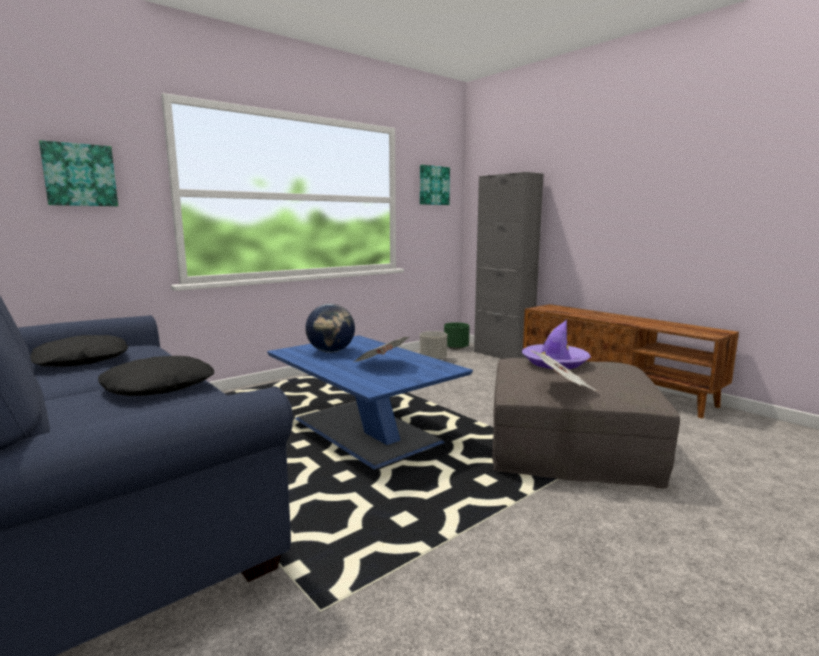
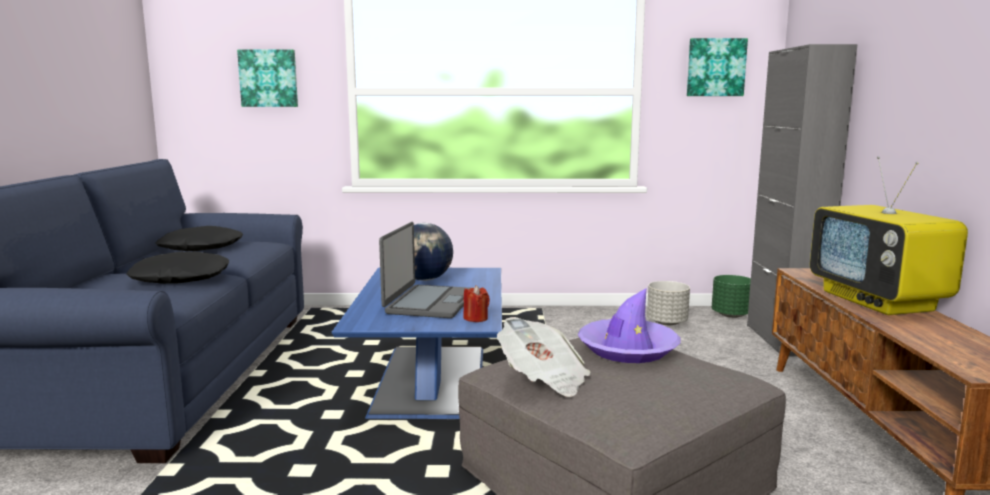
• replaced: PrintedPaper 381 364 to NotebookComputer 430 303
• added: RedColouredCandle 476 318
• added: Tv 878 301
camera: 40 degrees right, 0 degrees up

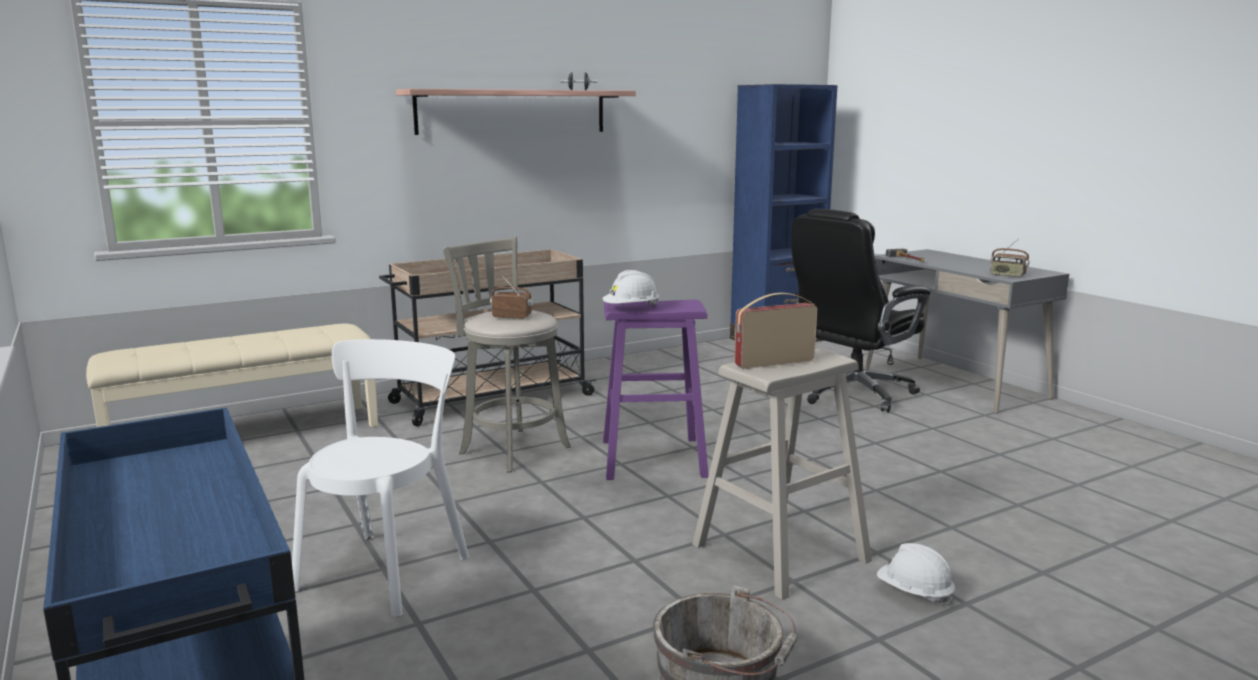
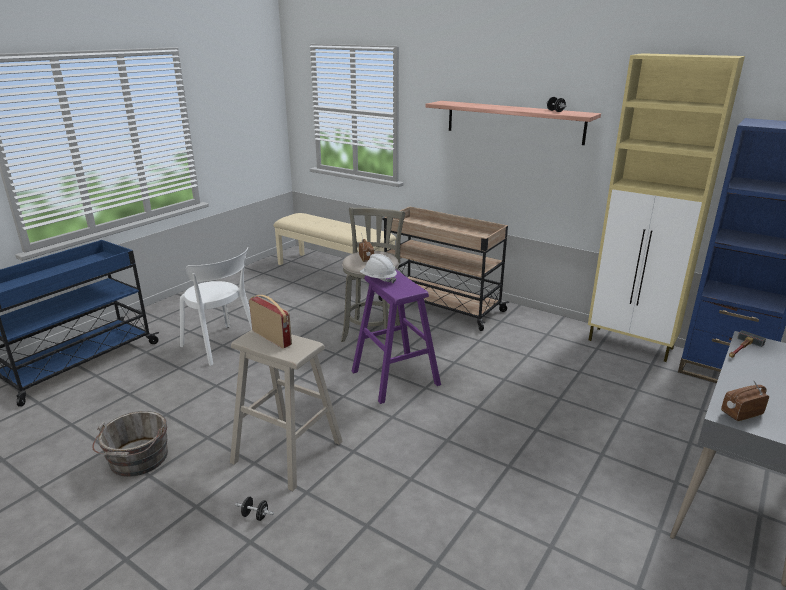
• turned: WhiteColouredUprightChair 388 569 = 222 346 45 degrees clockwise
• removed: BlackColouredDeskChair 851 393
• replaced: WhiteColouredSafetyHelmet 914 593 to BlackColouredHandWeight 255 515
• turned: Radio 1007 275 = 741 413 60 degrees clockwise
• added: SandColouredStorageCabinet 631 344
camera: 65 degrees right, 10 degrees up

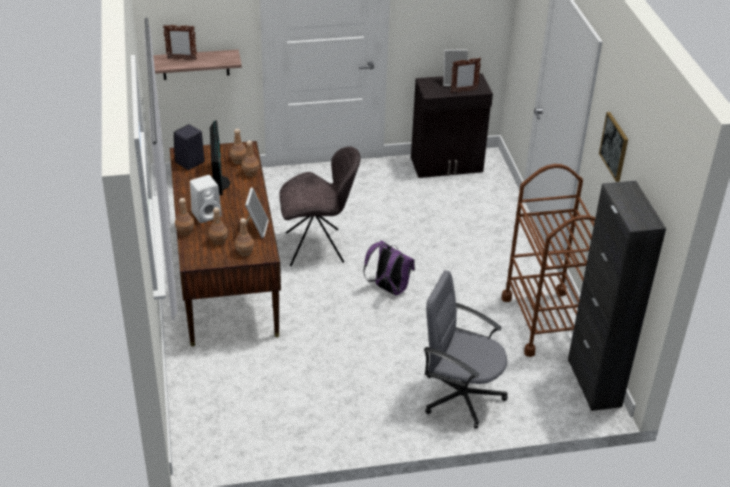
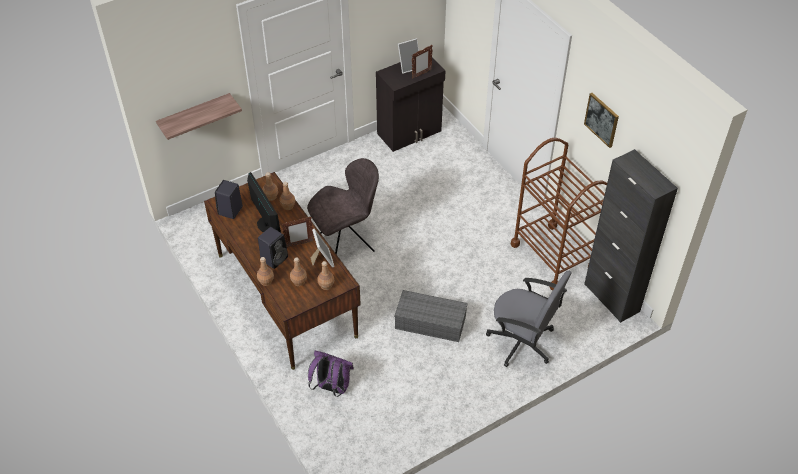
• moved: PhotoFrame 181 59 to 299 244
• recoloured: WhiteColouredLoudspeaker 207 214 to BlackColouredLoudspeaker 274 258
• moved: PurplishBackpack 388 289 to 331 387
• turned: GreyDeskChair 460 396 = 522 342 150 degrees counterclockwise
• added: GreyStorageBox 429 323
camera: 20 degrees left, 10 degrees up

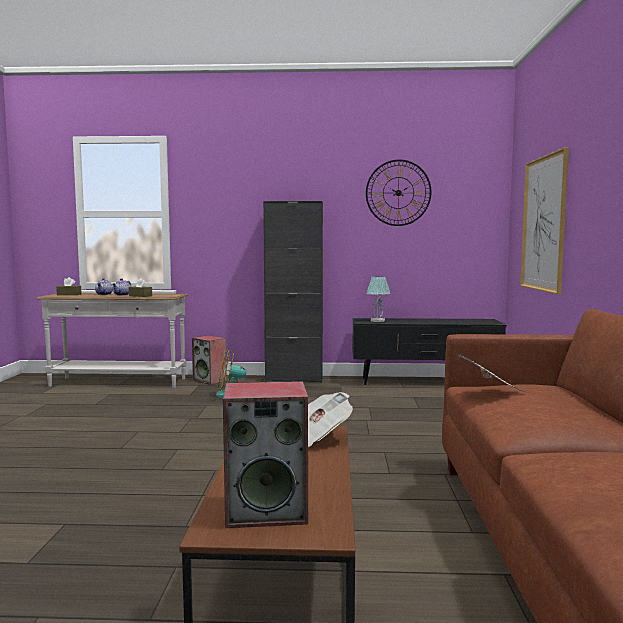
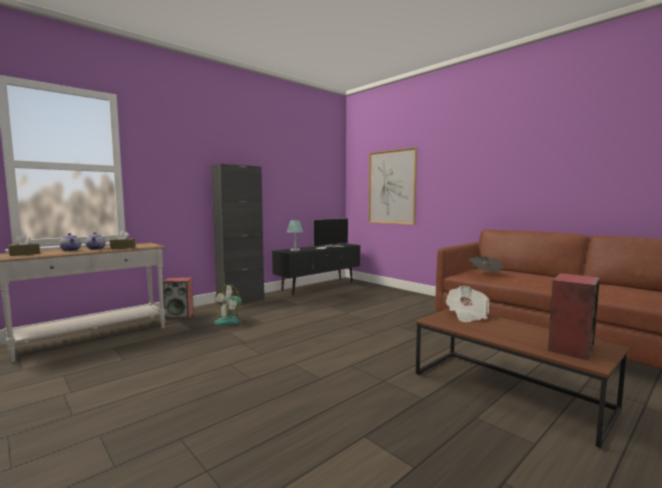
• removed: WallClock 398 193
• added: Tv 329 247
camera: 45 degrees left, 0 degrees up

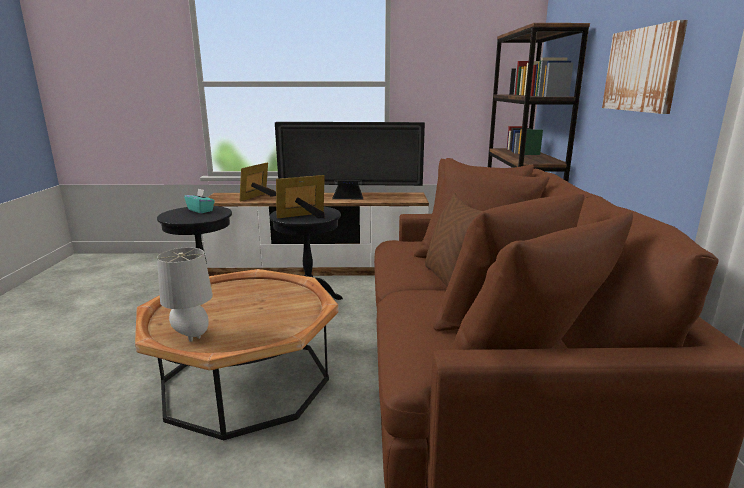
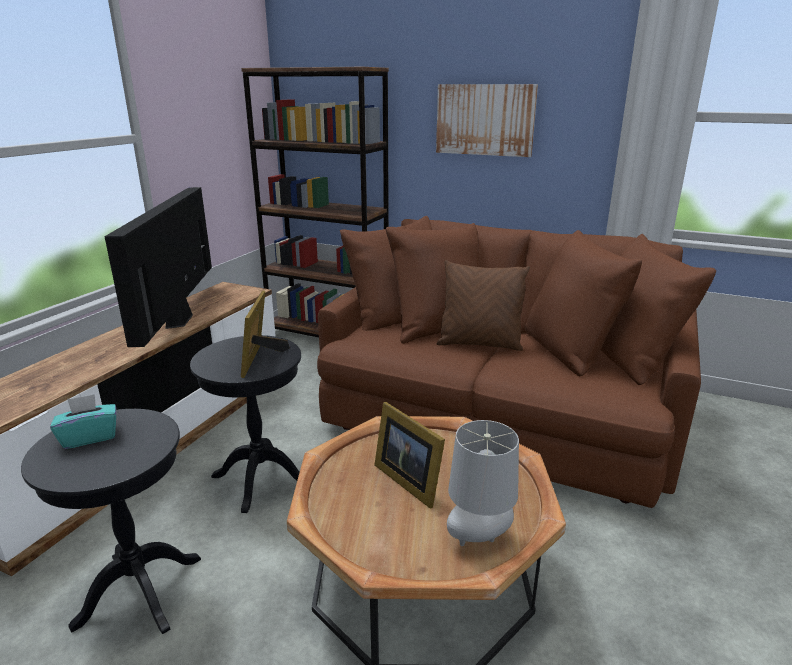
• moved: PhotoFrame 258 197 to 408 479
• turned: Tv 350 198 = 178 320 150 degrees clockwise
camera: 65 degrees left, 5 degrees up

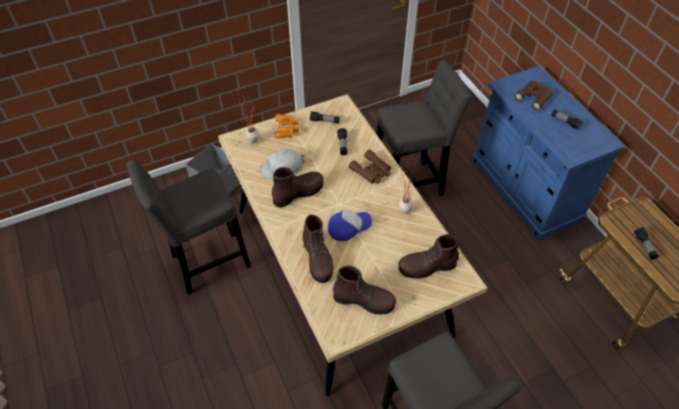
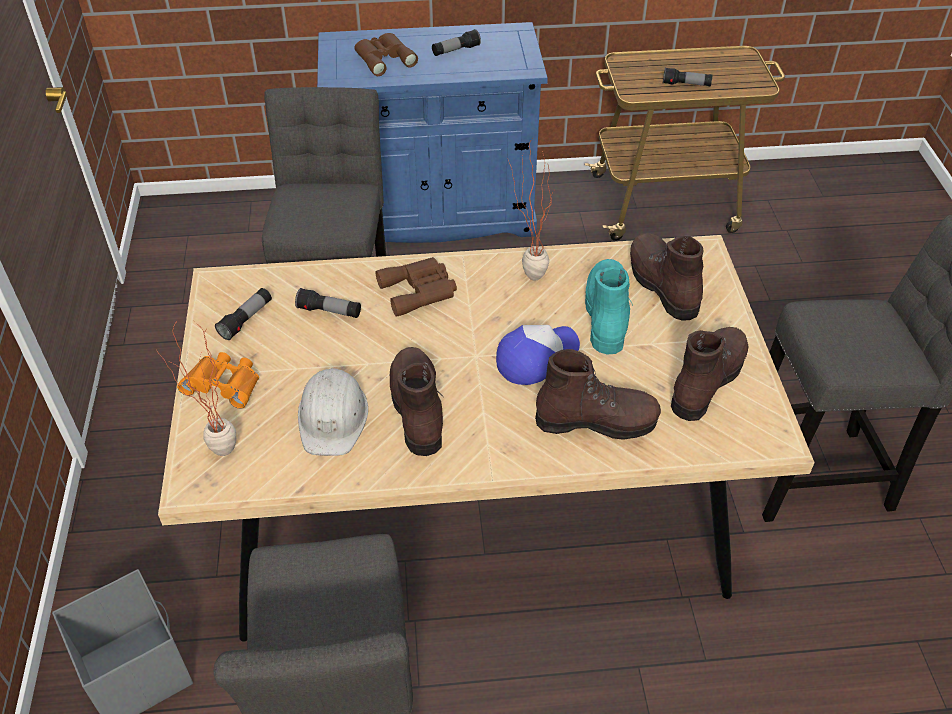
• turned: BaseballCap 349 226 = 536 357 60 degrees clockwise
• turned: BrownBoot 427 267 = 662 285 150 degrees clockwise
• added: TurquoiseBoot 606 314
camera: 70 degrees left, 5 degrees down

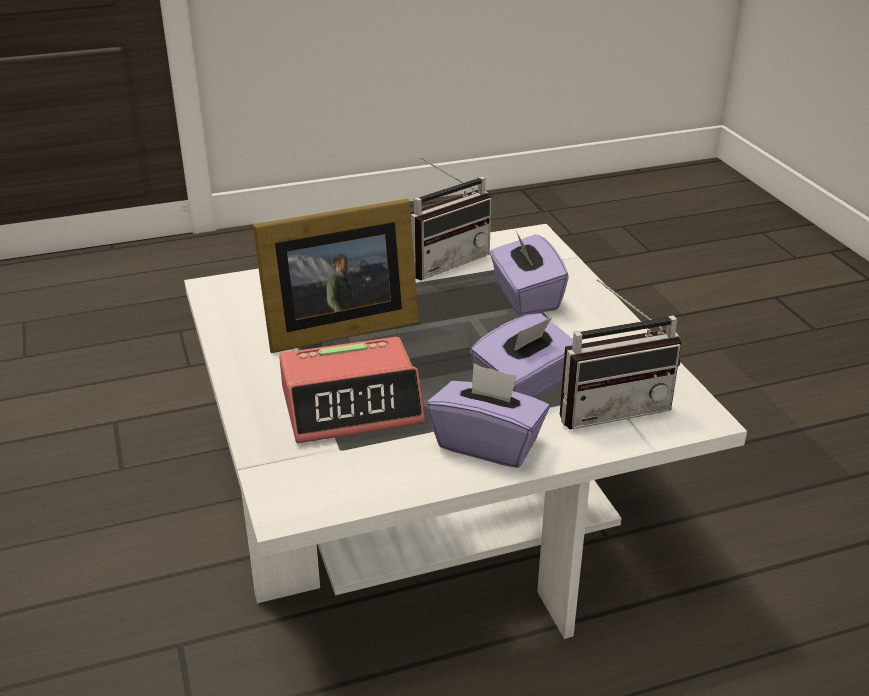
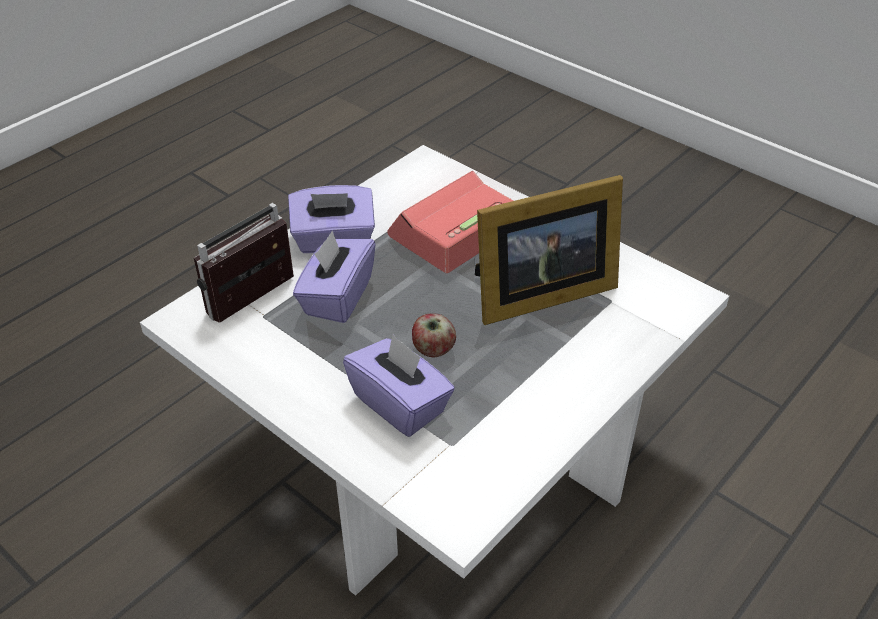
• turned: PhotoFrame 334 328 = 538 294 150 degrees counterclockwise
• removed: Radio 443 261
• added: WholeApple 433 350
camera: 150 degrees right, 10 degrees up

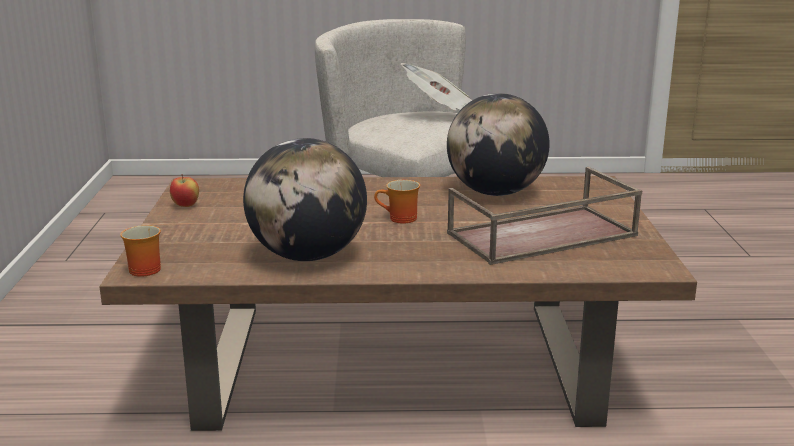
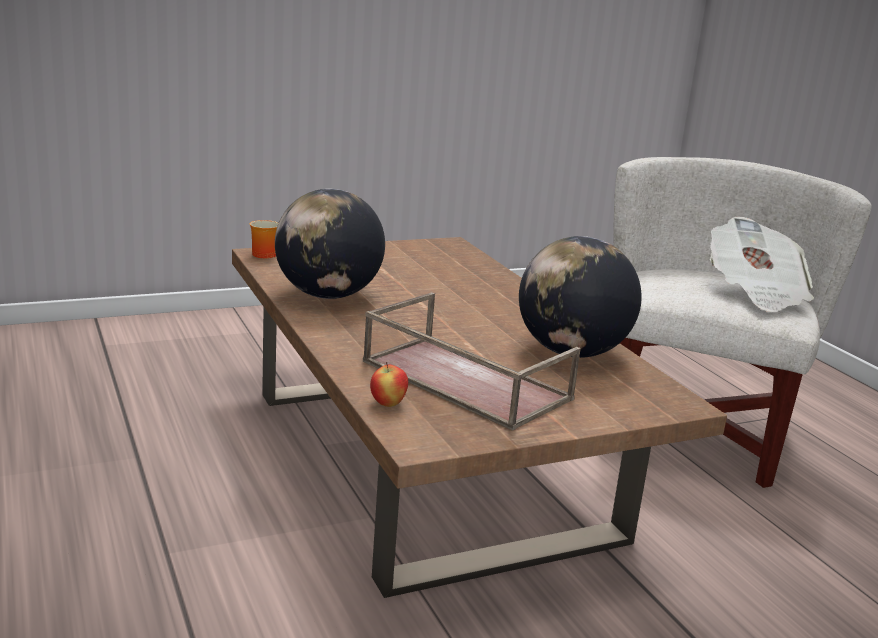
• moved: WholeApple 186 206 to 388 404
• removed: Mug 399 219
camera: 65 degrees right, 0 degrees up

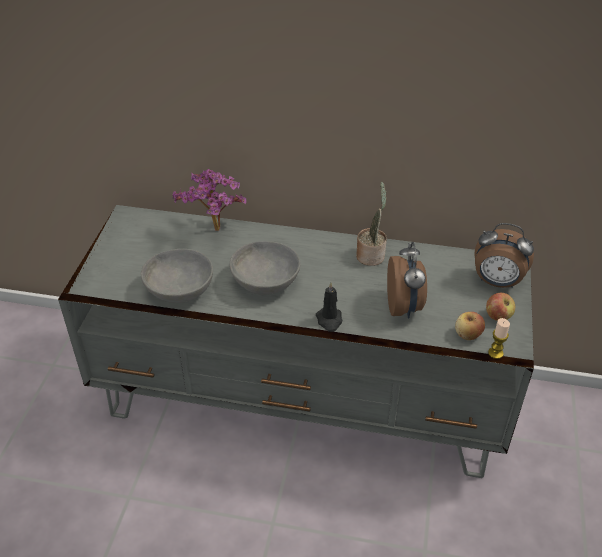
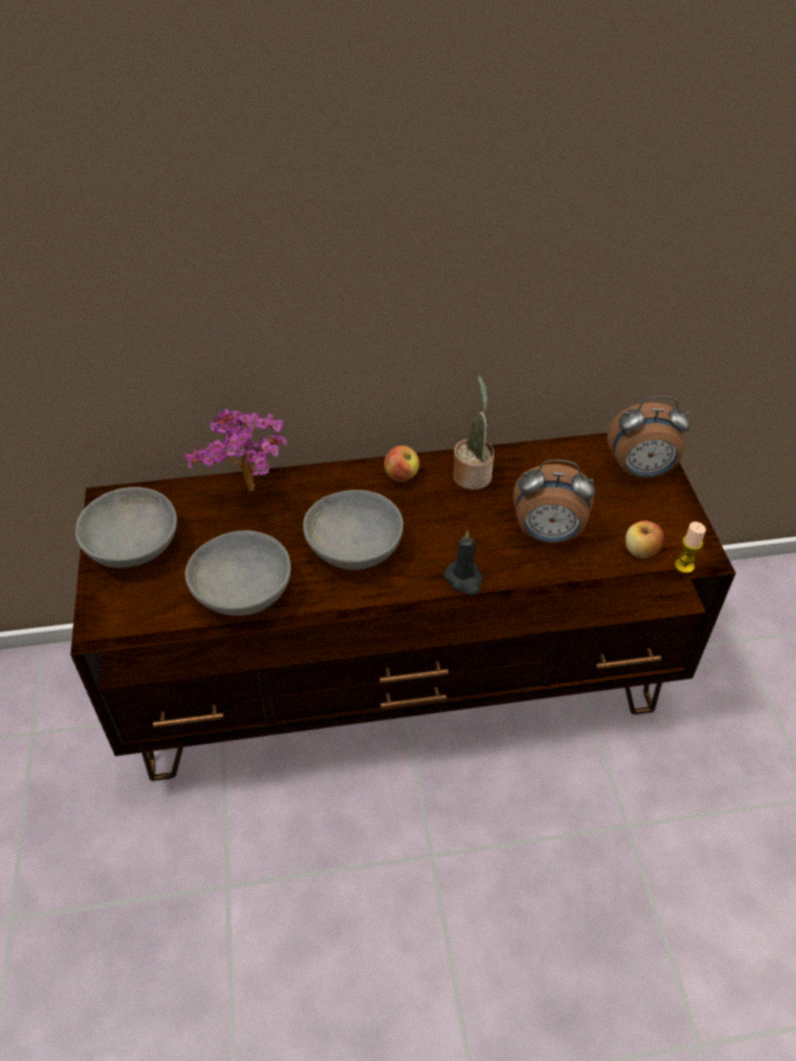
• recoloured: GreyTvStand 302 402 to BrownTvStand 399 682
• turned: TableClock 404 307 = 548 535 120 degrees clockwise
• moved: WholeApple 498 316 to 401 476
• added: GreyDeepDish 134 546
camera: 20 degrees left, 5 degrees up

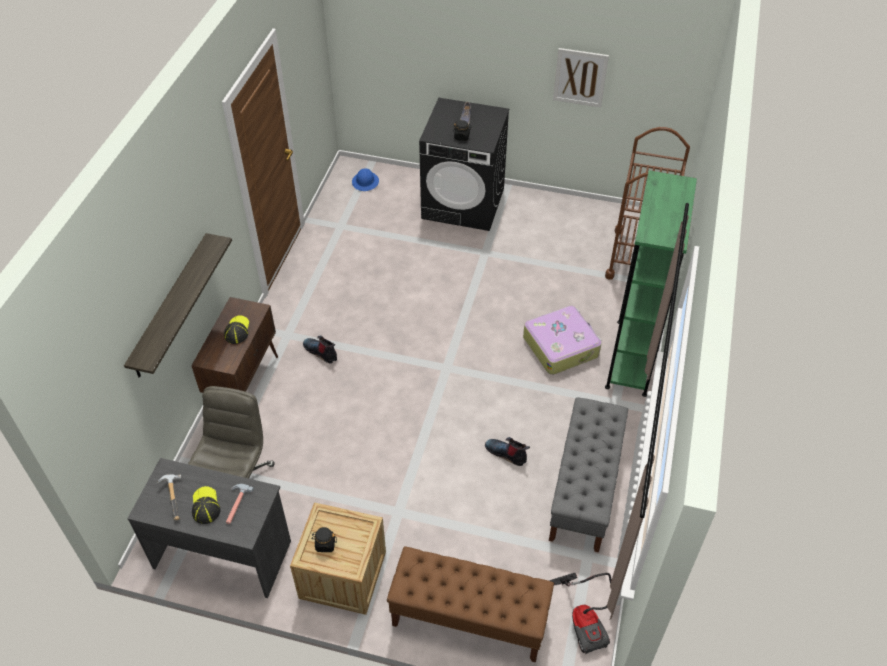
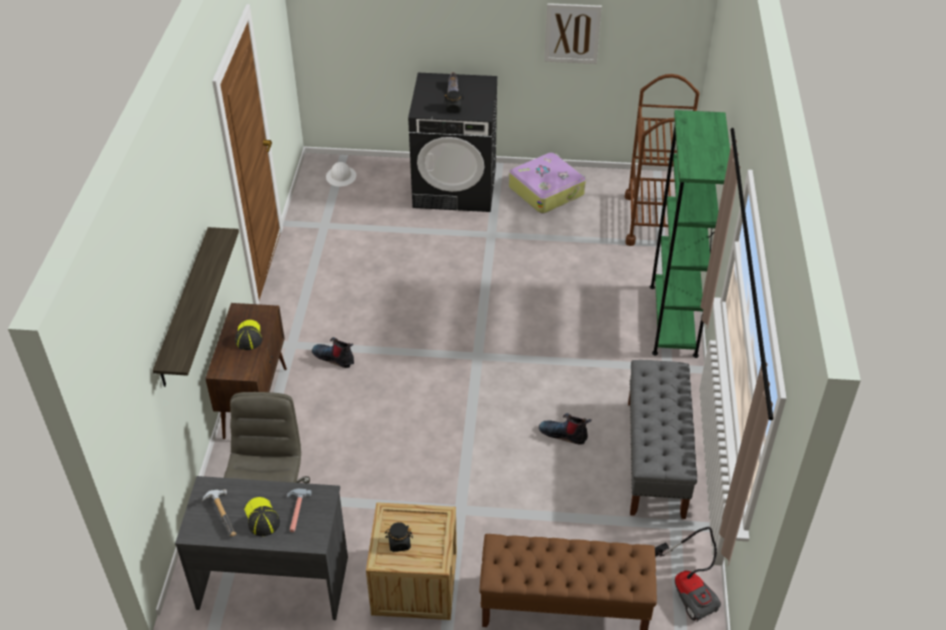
• recoloured: BluishSafetyHelmet 365 182 to WhiteColouredSafetyHelmet 341 177
• moved: PieceOfLuggage 561 346 to 546 190
camera: 10 degrees left, 5 degrees down

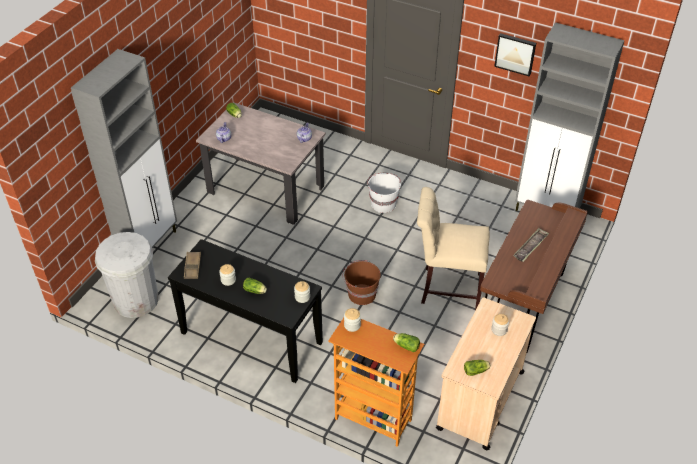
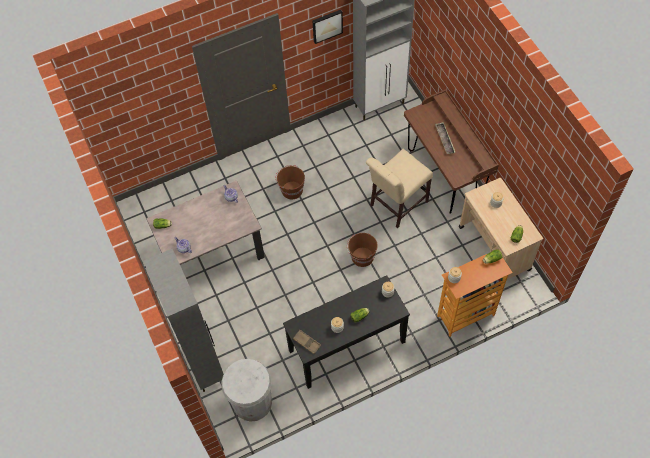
• recoloured: WhiteColouredPail 383 203 to BrownPail 291 190
camera: 50 degrees left, 15 degrees up

